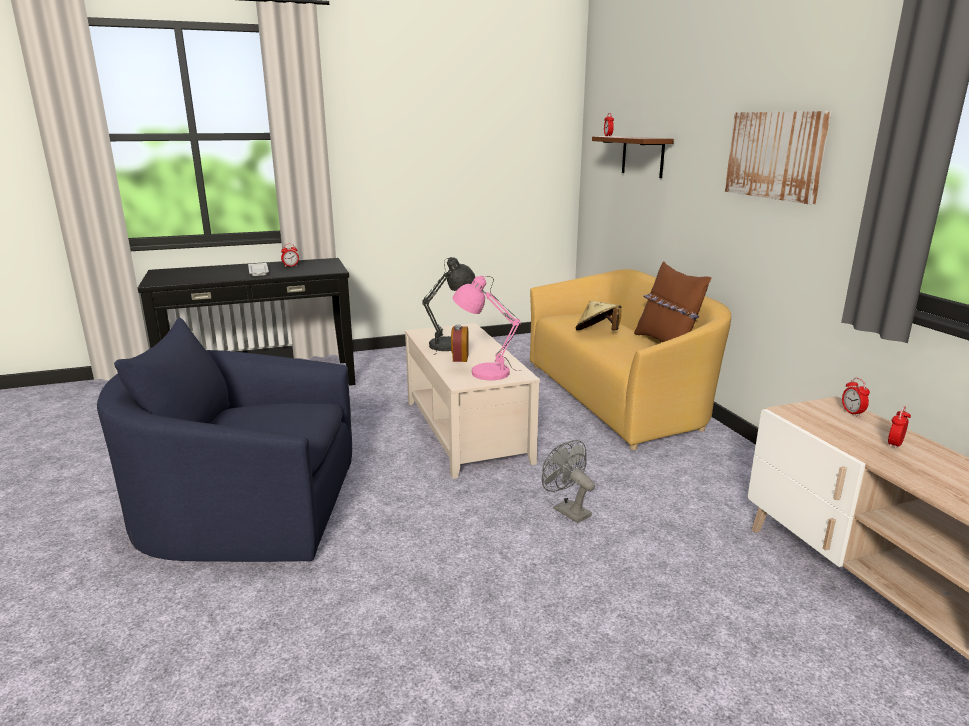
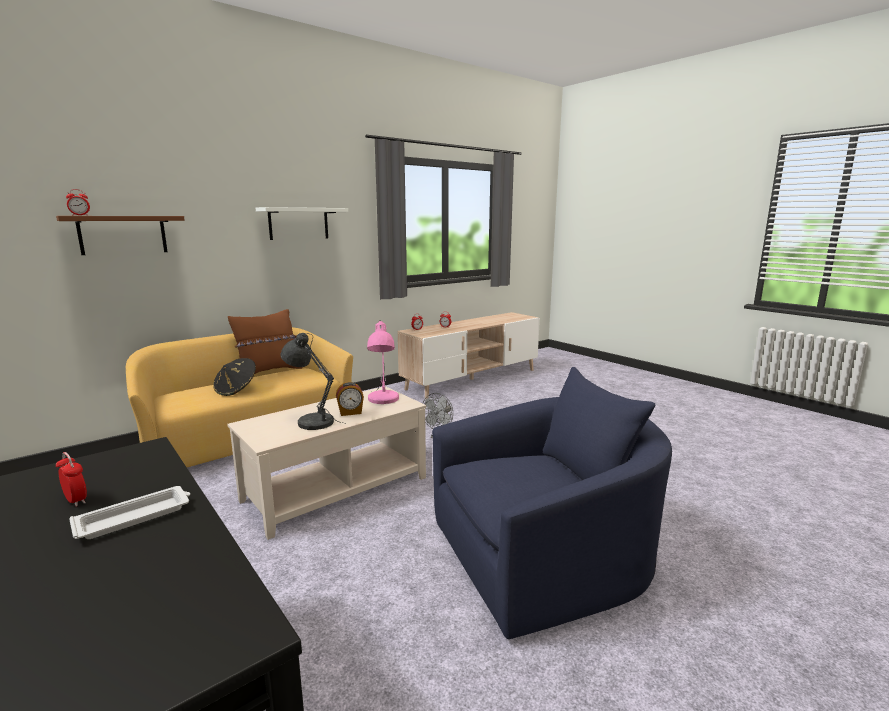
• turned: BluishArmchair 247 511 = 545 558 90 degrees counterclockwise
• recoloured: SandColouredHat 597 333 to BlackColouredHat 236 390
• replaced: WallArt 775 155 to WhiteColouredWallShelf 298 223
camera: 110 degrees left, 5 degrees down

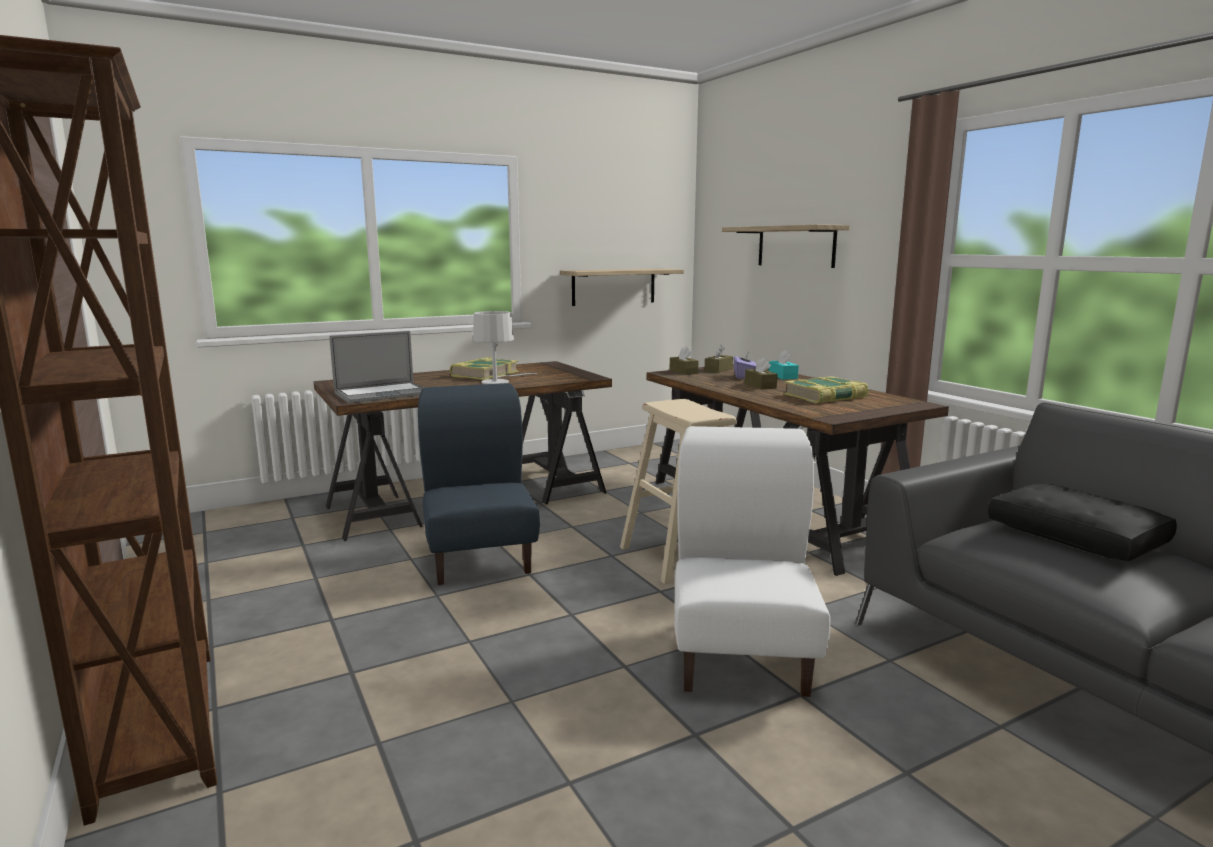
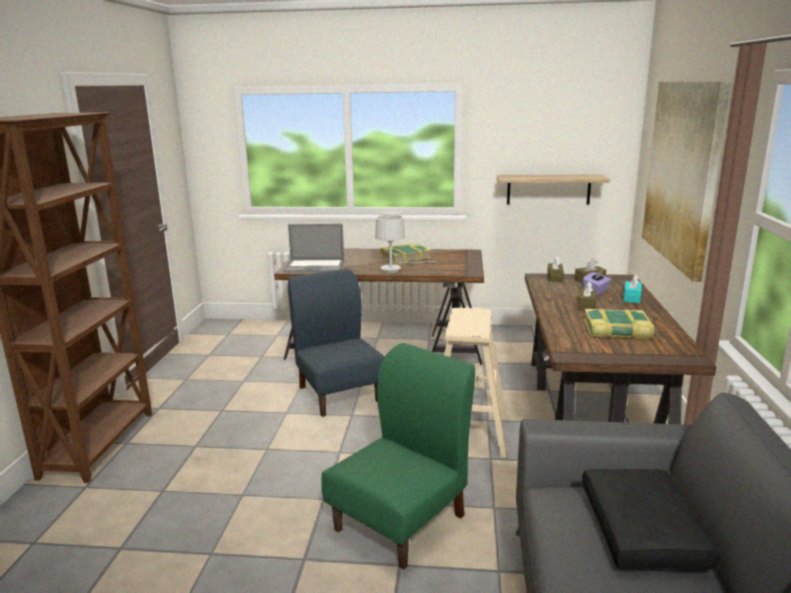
• turned: BluishUprightChair 480 557 = 339 393 45 degrees counterclockwise
• recoloured: WhiteColouredUprightChair 742 655 to GreenColouredUprightChair 401 522
• replaced: WallShelf 795 246 to WallArt 682 173
camera: 35 degrees right, 5 degrees up

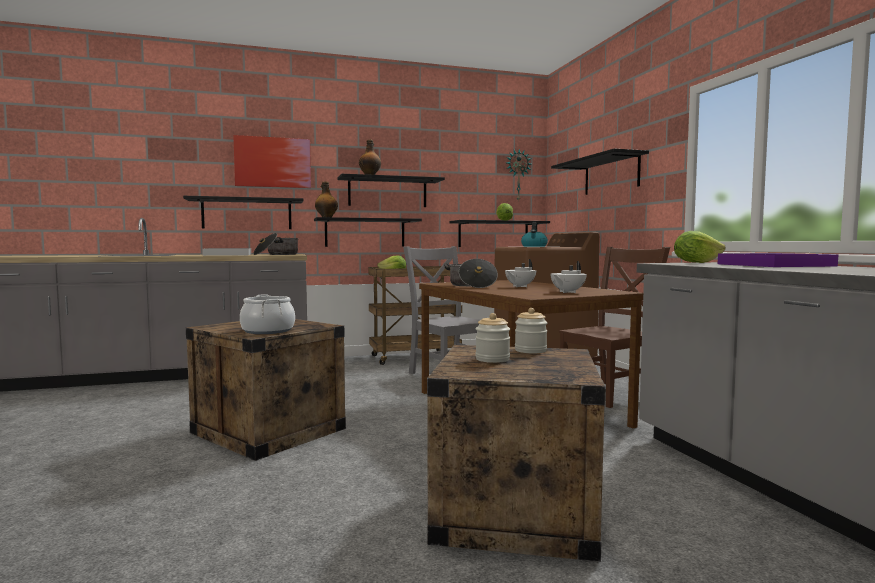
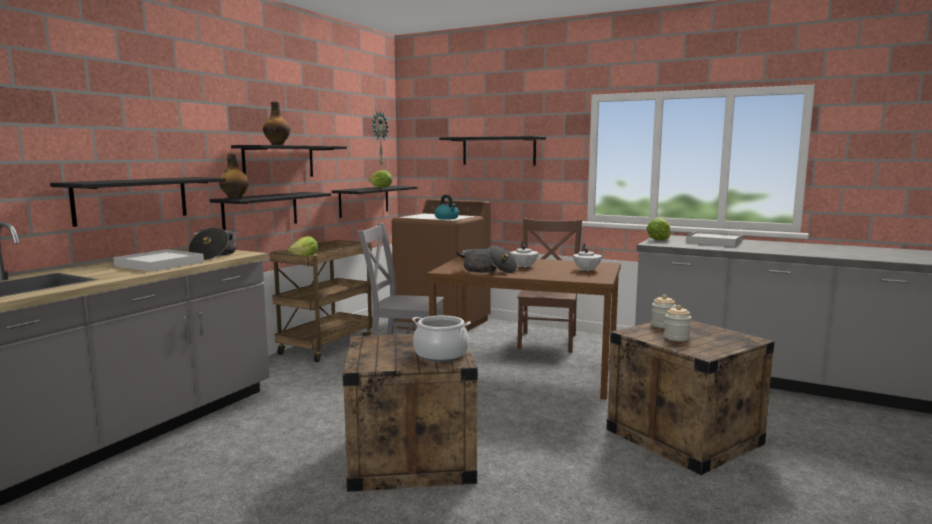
• removed: WallArt 273 162
• recoloured: PurplishCarryingTray 774 265 to WhiteColouredCarryingTray 714 241
camera: 45 degrees left, 5 degrees up

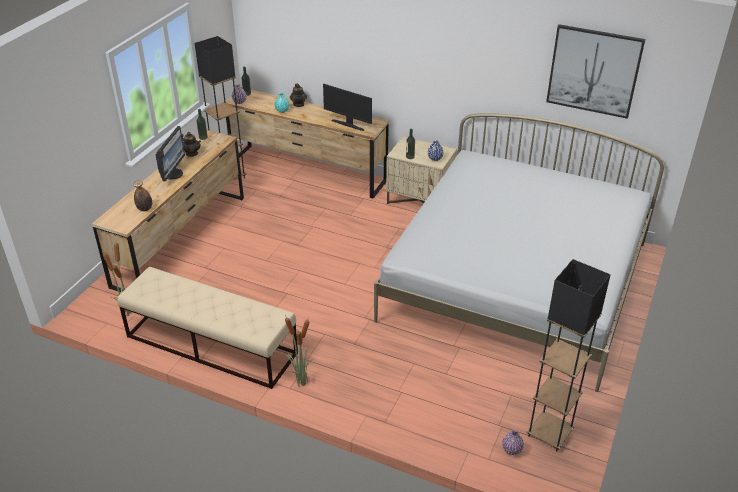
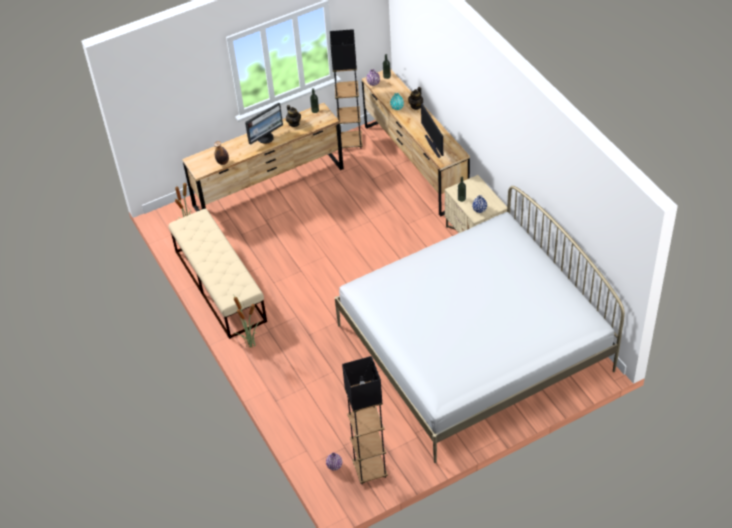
• removed: WallArt 594 71
camera: 40 degrees right, 10 degrees up

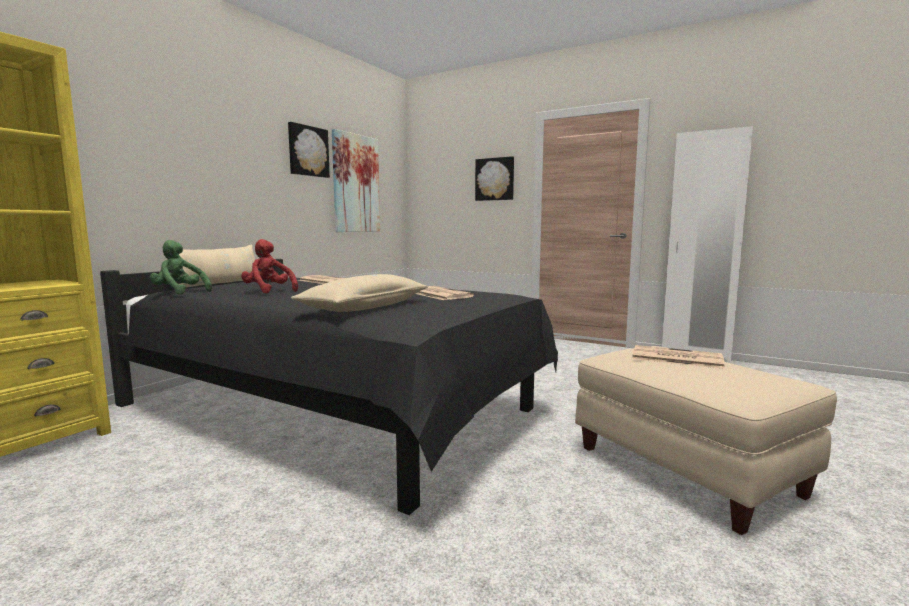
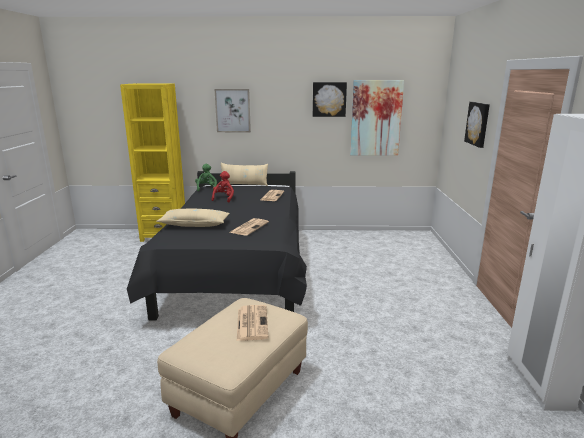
• added: WallArt 233 110
camera: 60 degrees right, 10 degrees up

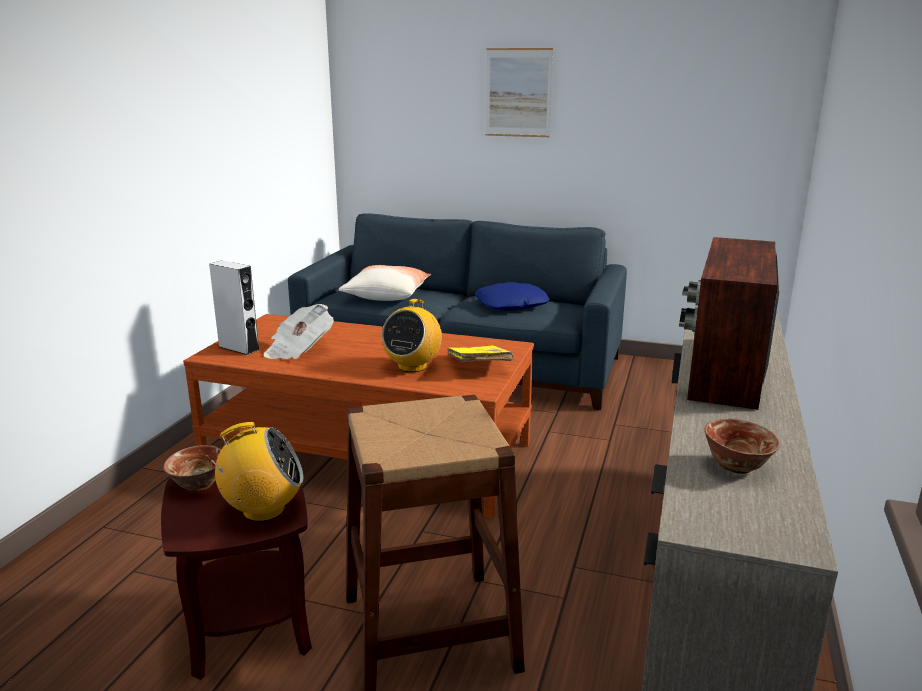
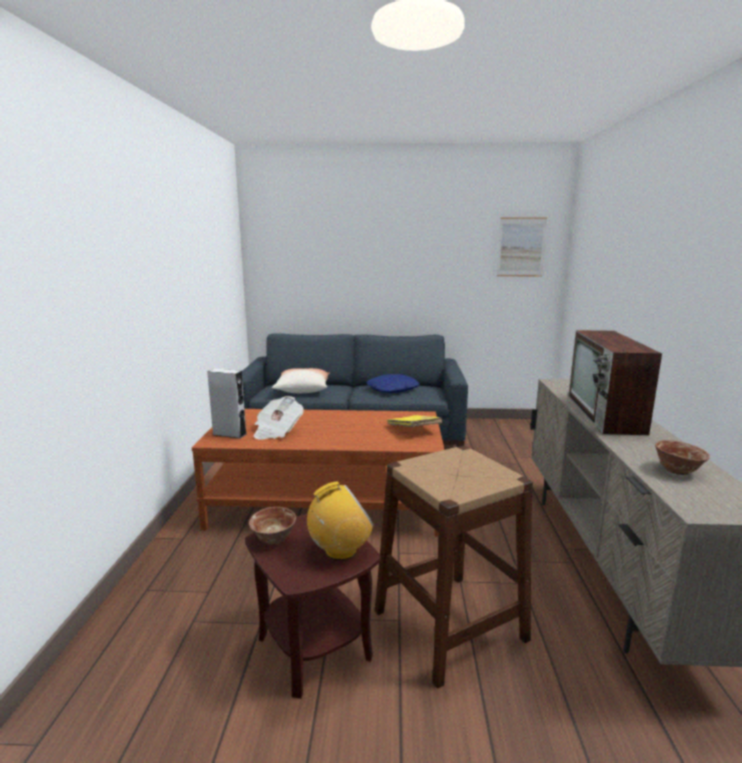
• removed: Radio 412 366
• moved: WallArt 518 93 to 521 247
camera: 15 degrees left, 5 degrees down

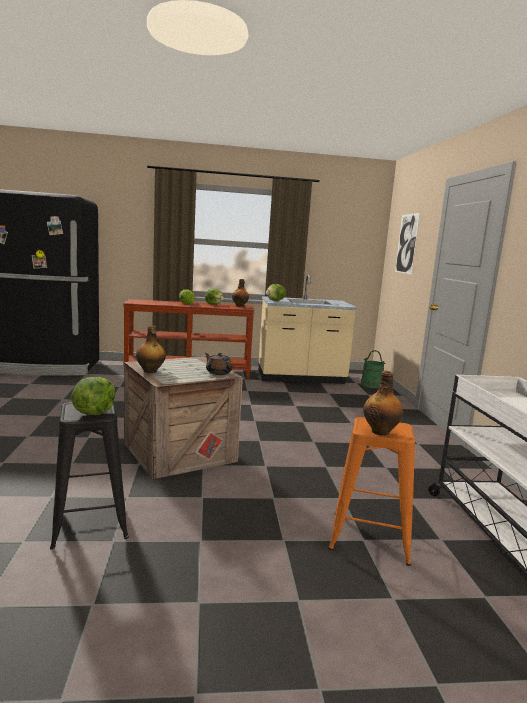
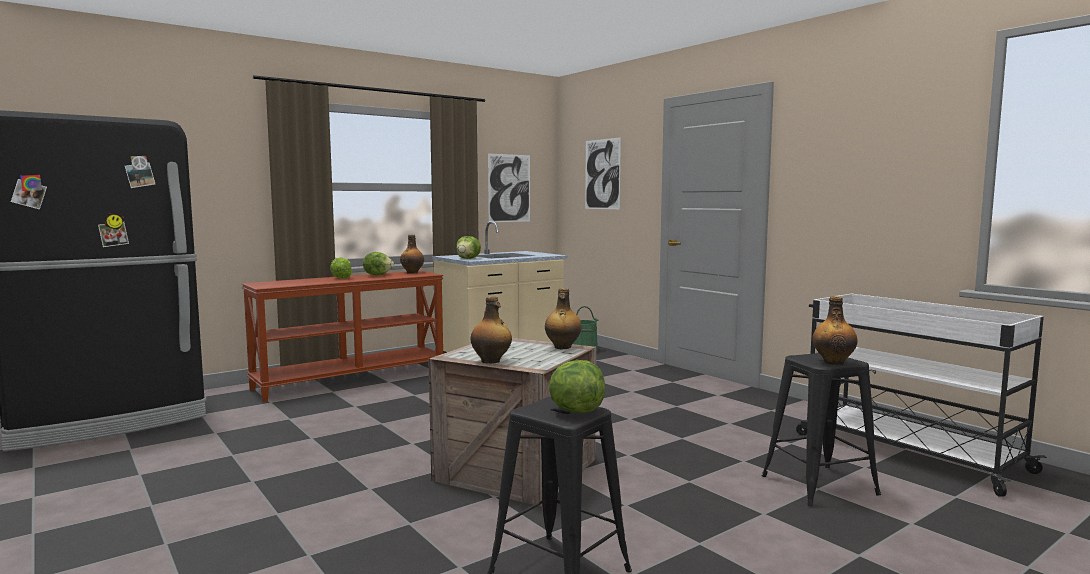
• replaced: BrownTeaPot 218 372 to BeverageBottle 562 347
• recoloured: OrangeColouredStoolSeat 369 537 to BlackColouredStoolSeat 819 485
• added: WallArt 509 188
camera: 30 degrees left, 5 degrees down

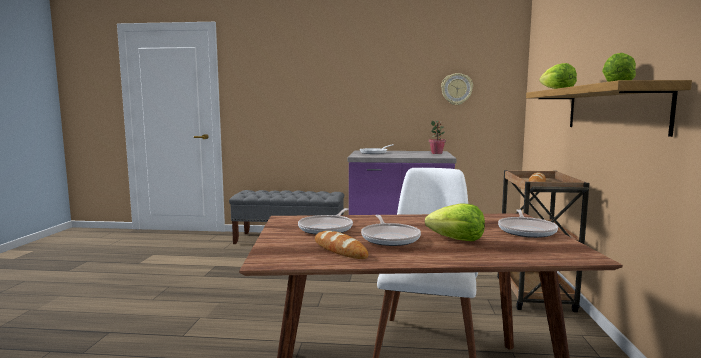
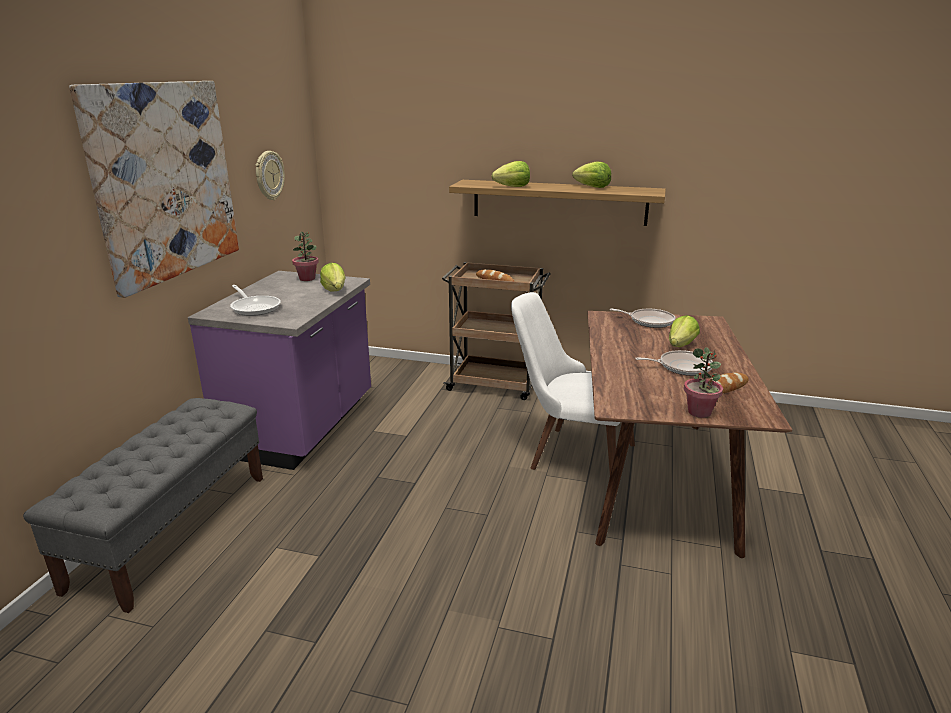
• removed: Skillet 327 228
• added: WallArt 165 181
• added: HeadOfLettuce 335 290
• added: PlantInAPot 699 412
camera: 80 degrees left, 15 degrees up

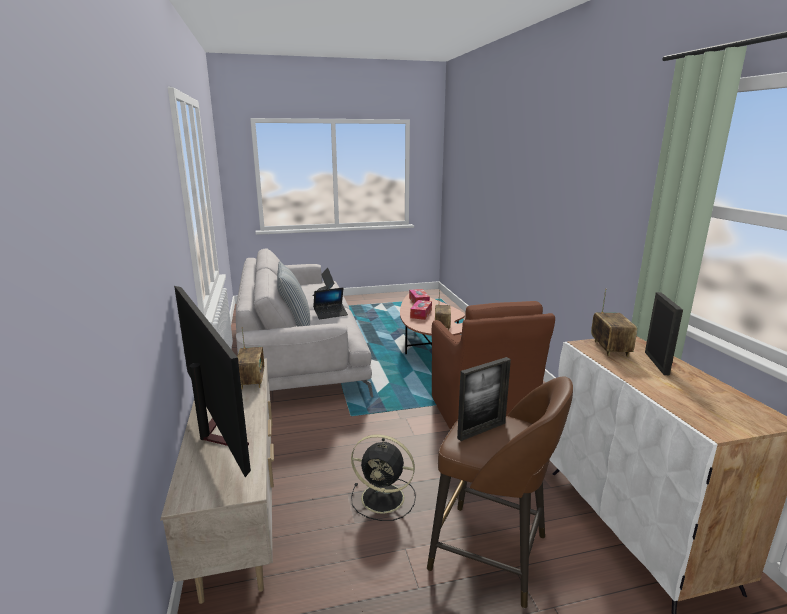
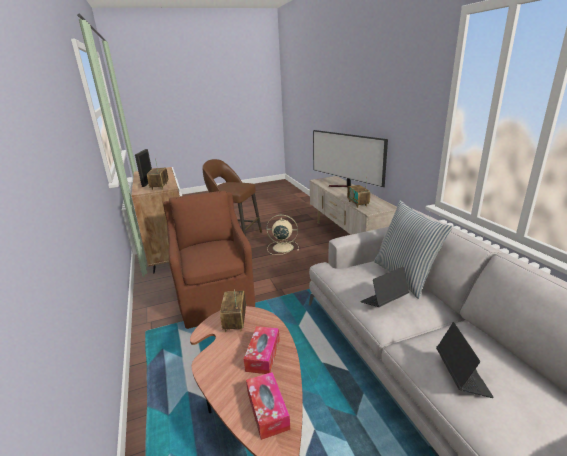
• recoloured: BlackColouredElectricFan 384 498 to SandColouredElectricFan 282 247
• removed: PhotoFrame 481 430
camera: 175 degrees right, 5 degrees up

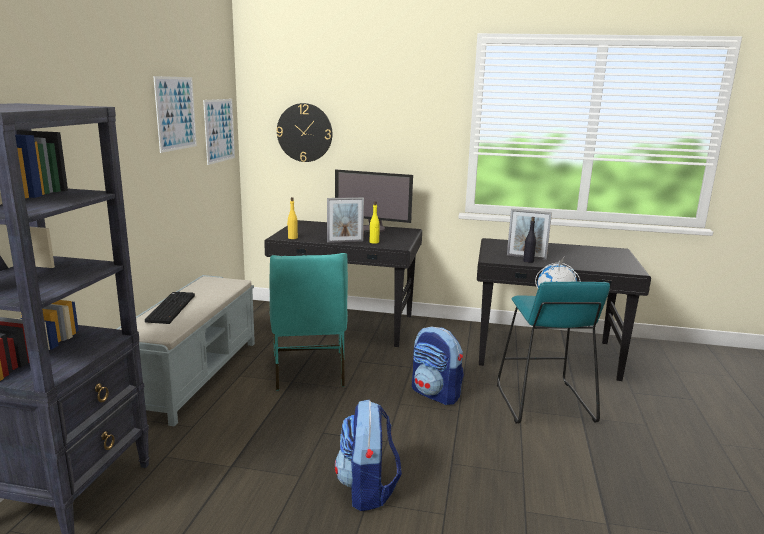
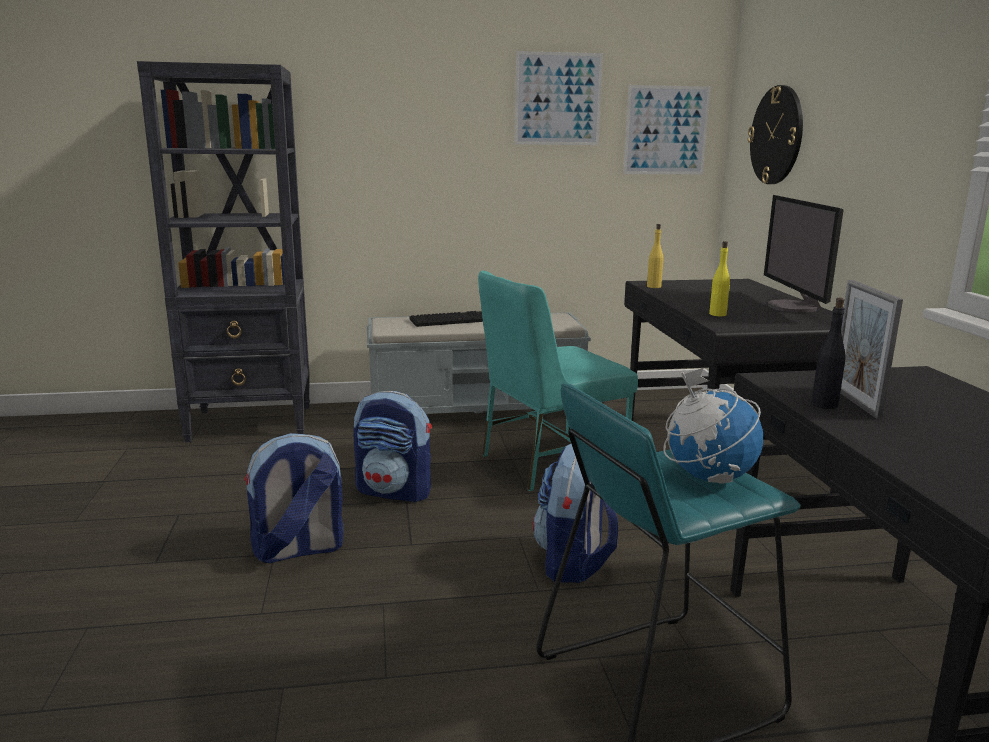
• removed: PhotoFrame 345 241
• added: Backpack 395 491
camera: 70 degrees right, 0 degrees up

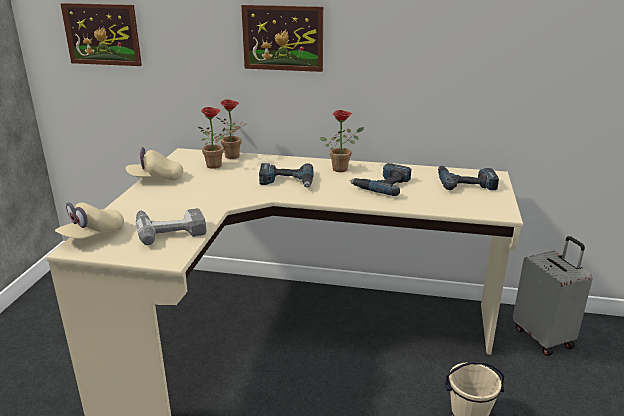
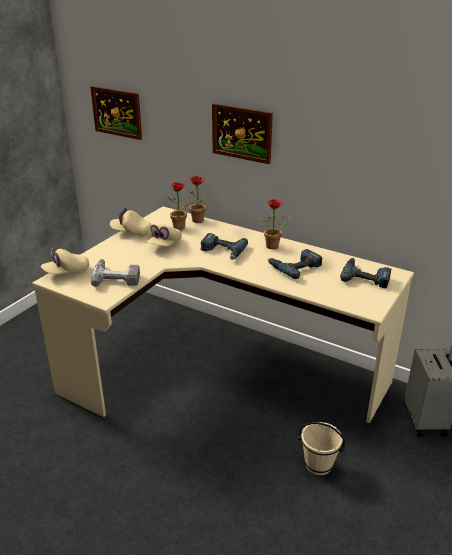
• added: SandColouredBaseballCap 164 245
camera: 20 degrees right, 5 degrees up

